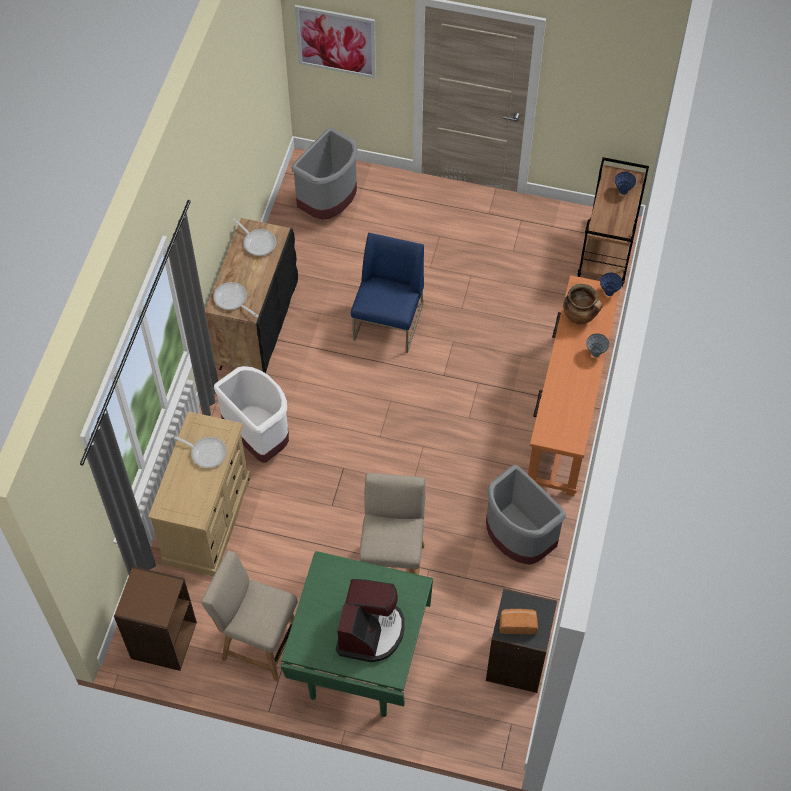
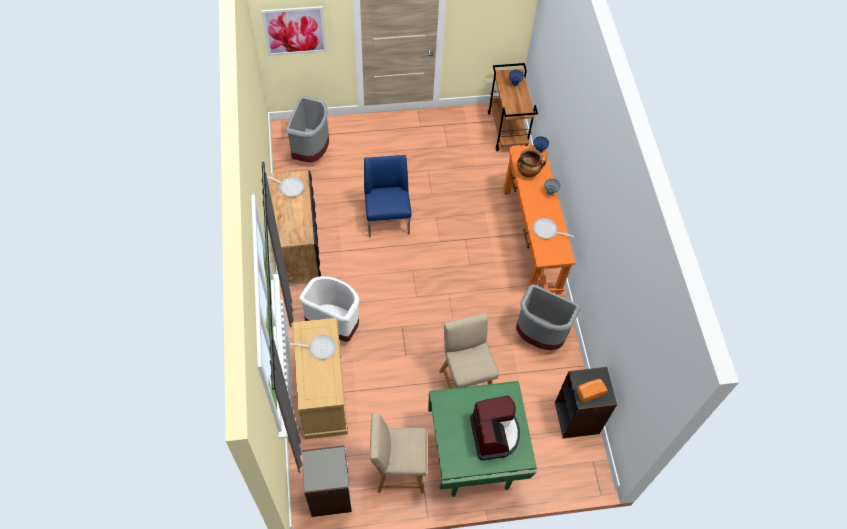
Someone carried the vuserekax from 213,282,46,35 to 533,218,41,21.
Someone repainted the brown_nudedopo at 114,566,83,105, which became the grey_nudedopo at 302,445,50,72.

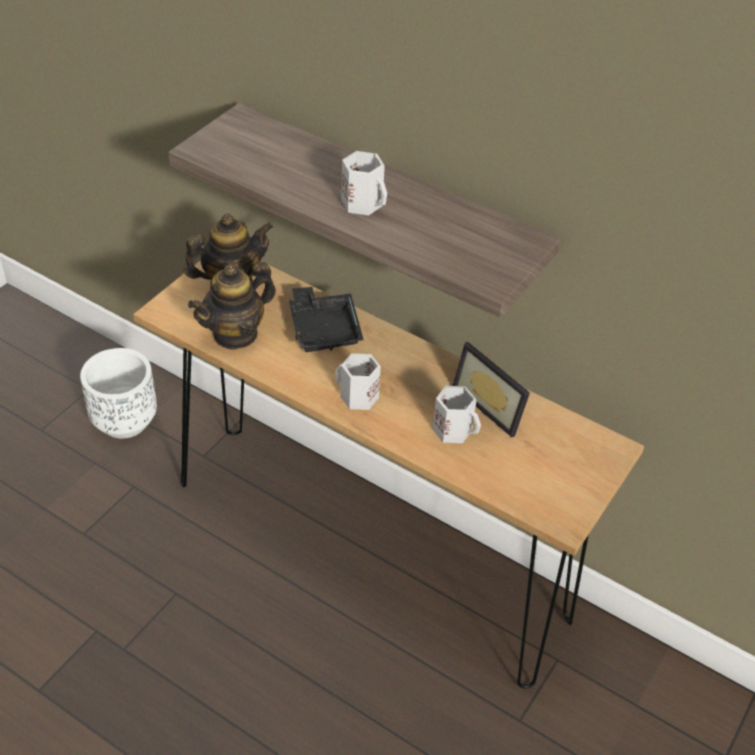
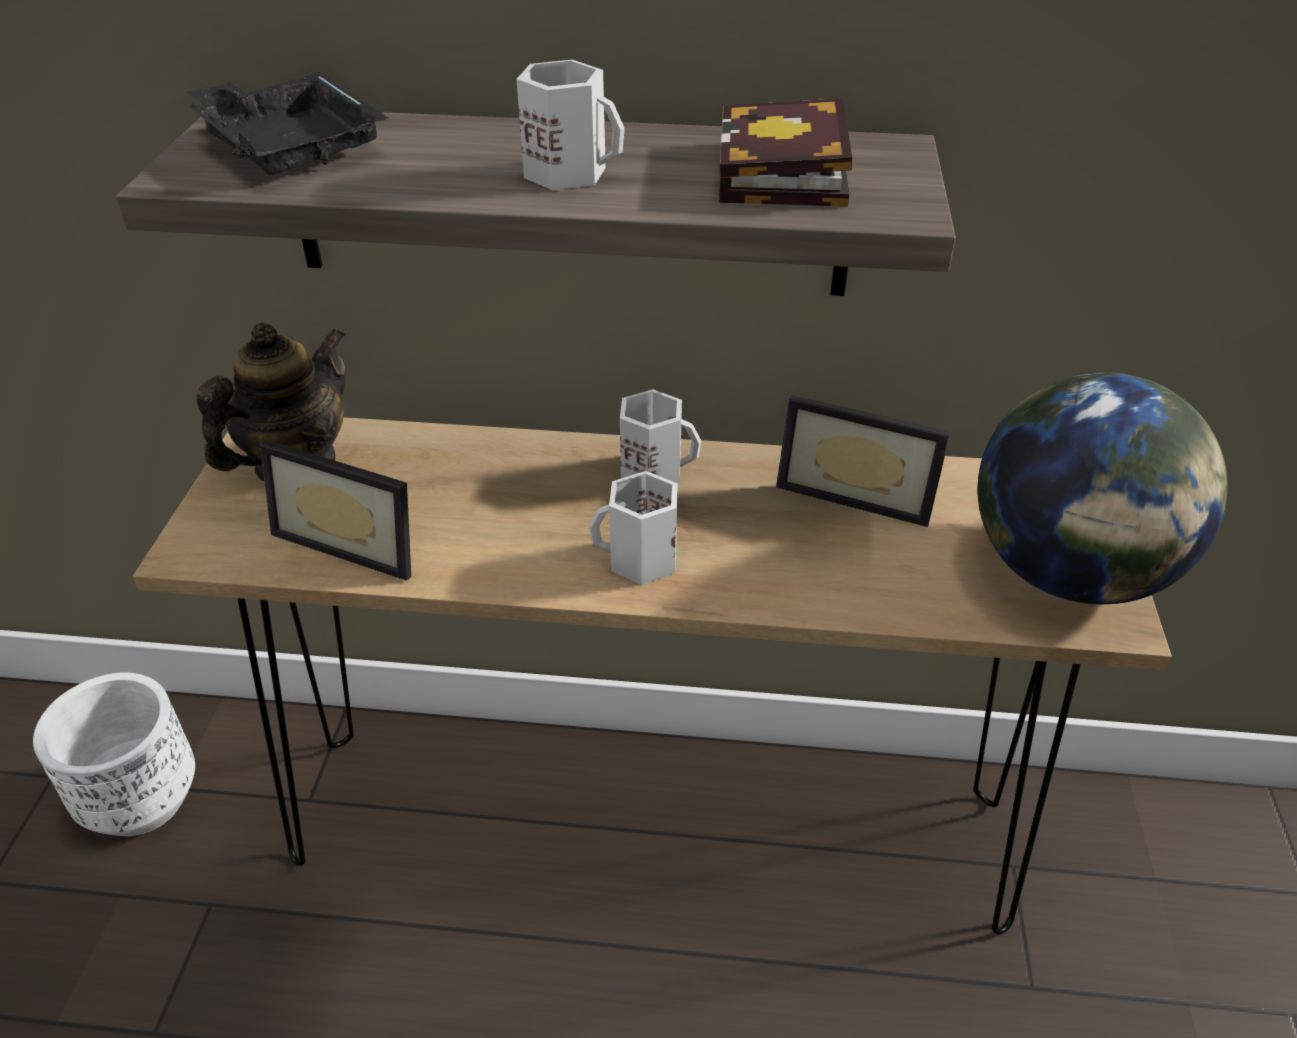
Someone put down the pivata at 719,98,133,109.
Someone put down the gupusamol at 977,372,251,232.
Someone carried the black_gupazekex from 289,287,75,65 to 187,72,202,103.
Someone carried the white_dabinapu from 432,386,49,57 to 620,389,81,95.
Someone swapped the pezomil at 188,262,88,88 for the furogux at 260,440,151,141.

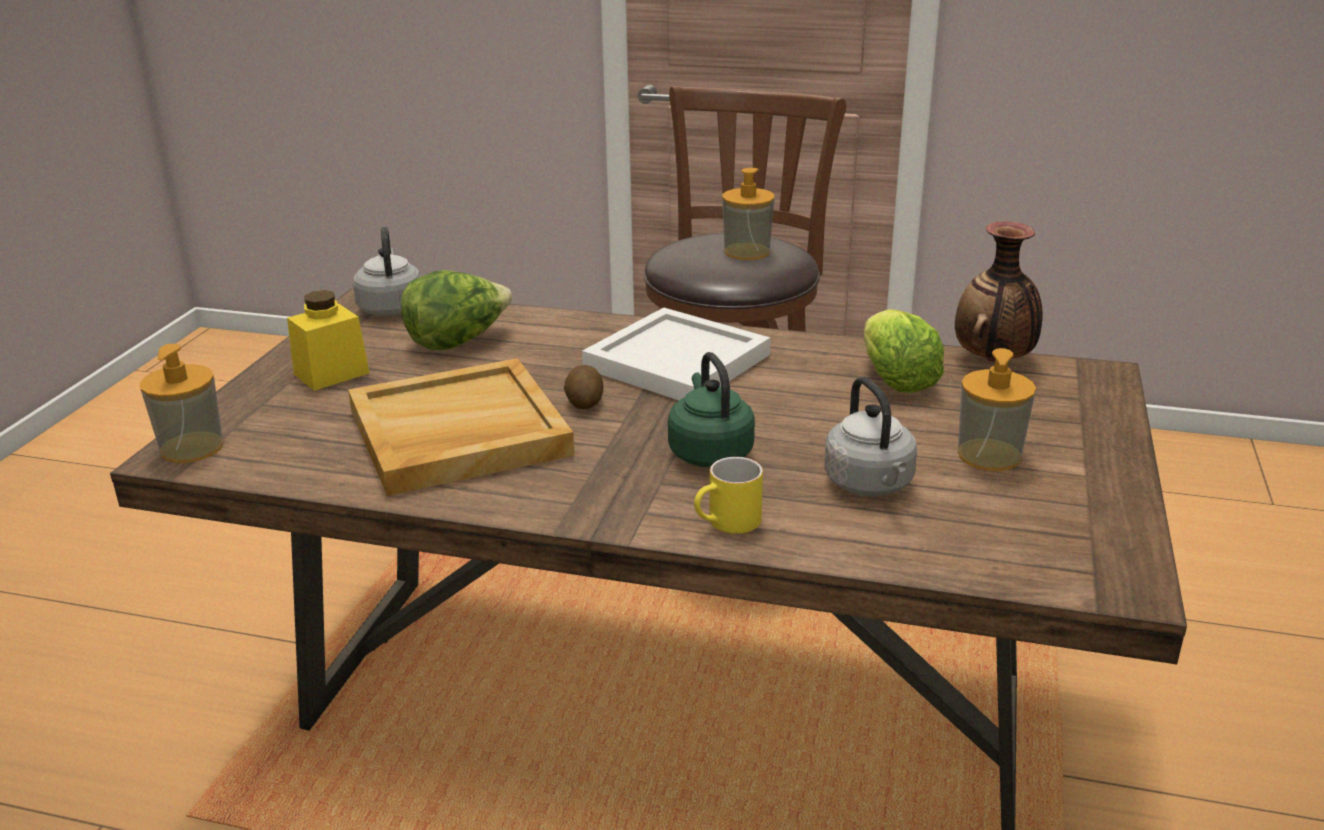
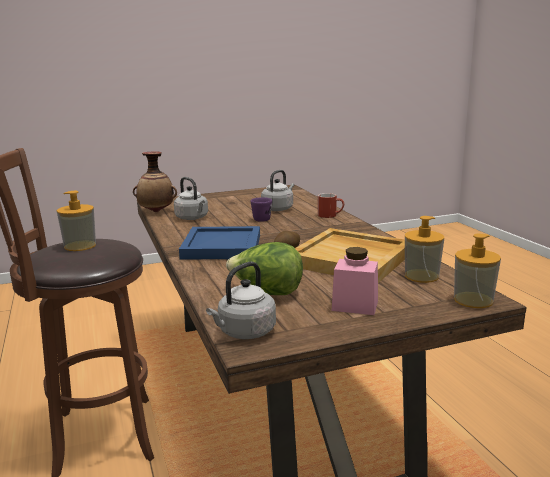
Someone took away the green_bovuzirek at 668,352,87,115.
Someone put down the purple_dabinapu at 251,197,21,25.
Someone carried the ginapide from 958,348,78,123 to 405,216,39,67.
Someone swapped the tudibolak at 864,309,80,84 for the grey_bovuzirek at 174,177,34,43.
Someone repainted the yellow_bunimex at 287,290,82,101, which became the pink_bunimex at 332,247,46,68.
Someone repainted the white_gupazekex at 582,308,188,92, which became the blue_gupazekex at 179,226,81,34.
Someone repainted the yellow_dabinapu at 694,457,69,77, which became the red_dabinapu at 318,193,26,25.

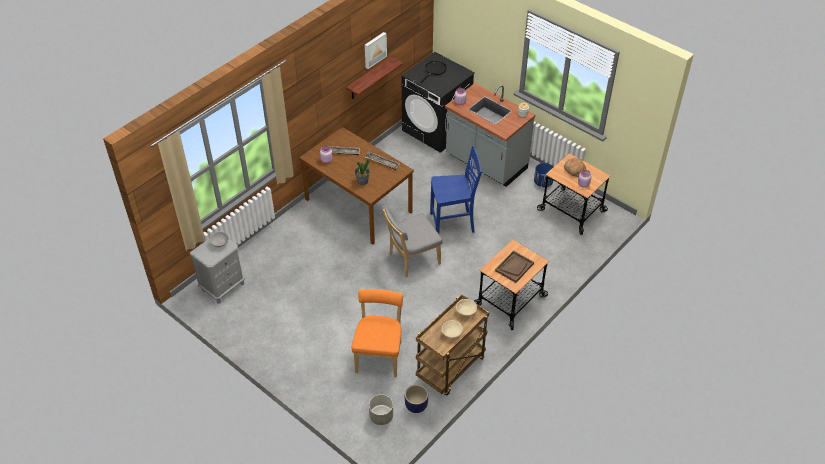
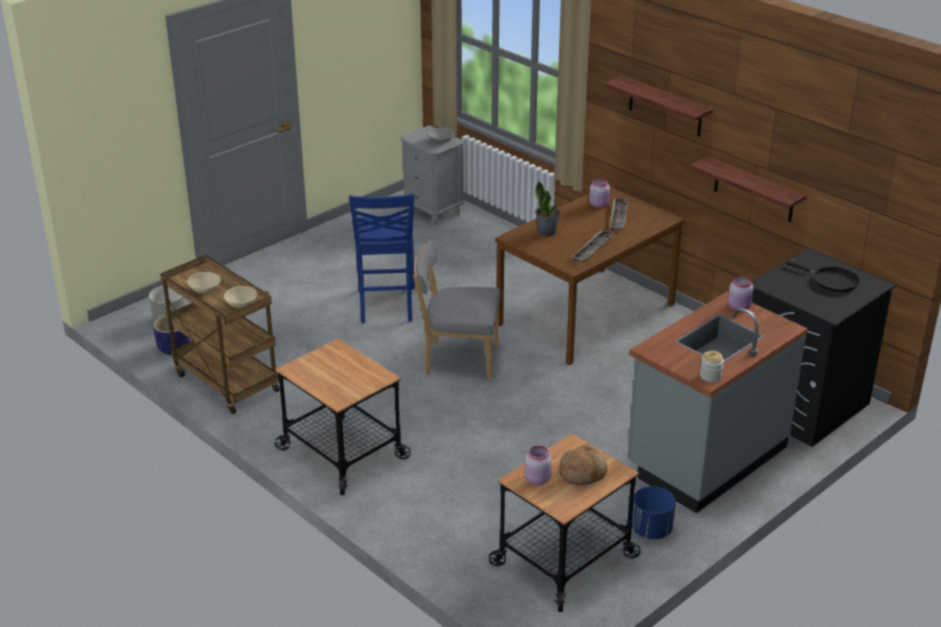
Someone took away the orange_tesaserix at 352,289,51,88.
Someone took away the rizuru at 365,32,22,37.
Someone took away the brown_gupazekex at 495,250,39,33.
Someone put up the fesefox at 604,76,109,61.
Someone carried the blue_tesaserix from 430,146,52,88 to 349,193,66,131.
Someone rotated the grey_tesaserix at 383,206,59,72 by 60 degrees counterclockwise.

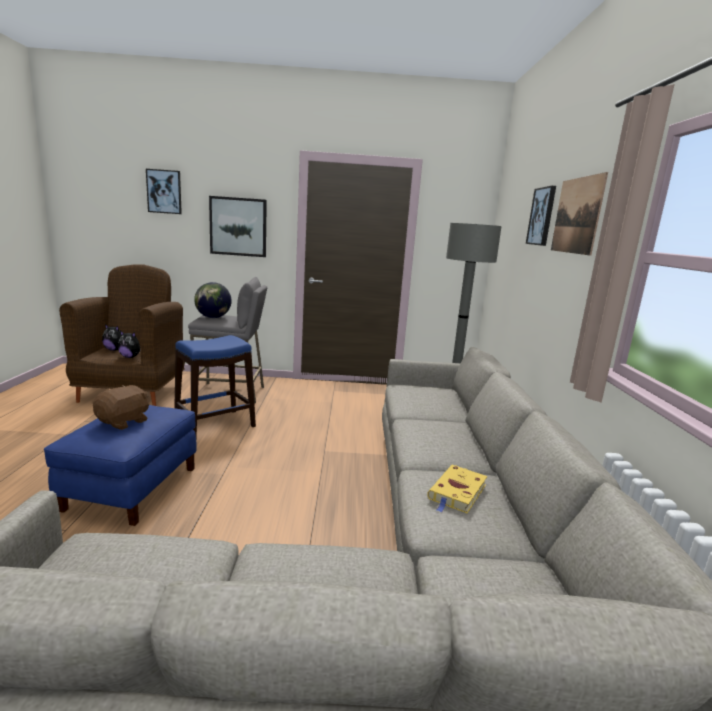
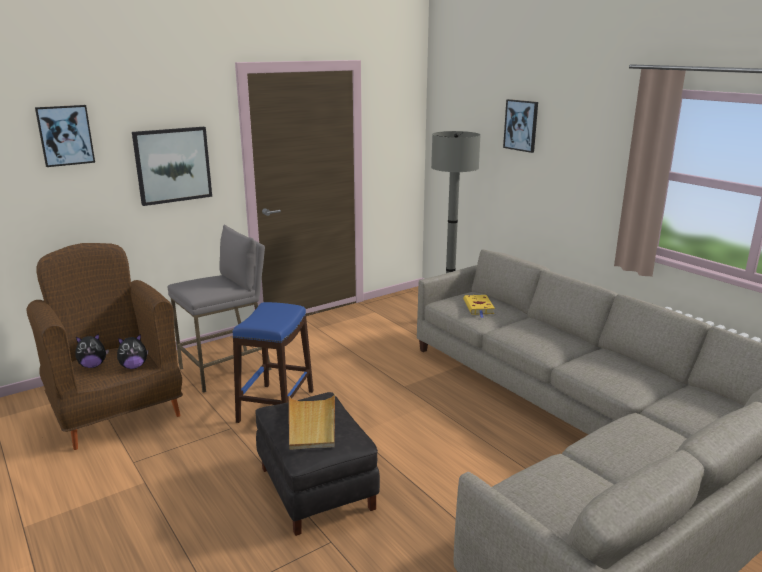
Someone took away the gupusamol at 194,282,38,36.
Someone took away the rizuru at 551,172,57,84.
Someone carried the yellow_pivata from 427,465,60,48 to 463,295,32,23.
Someone swapped the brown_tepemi at 93,385,56,45 for the beige_gupazekex at 289,393,46,57.
Someone repainted the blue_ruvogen at 44,405,153,121, which became the black_ruvogen at 255,392,125,144.

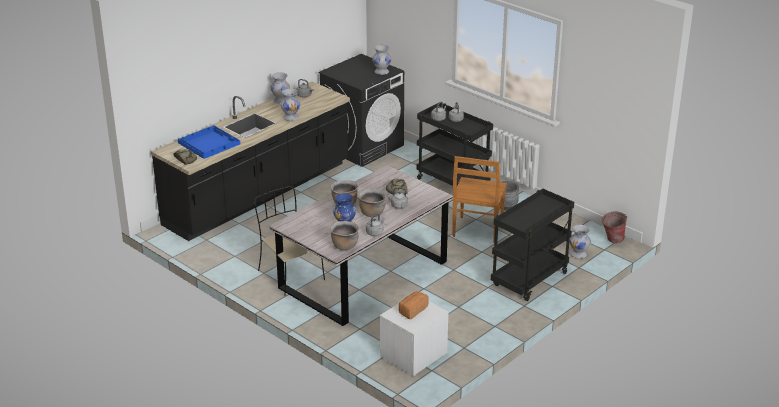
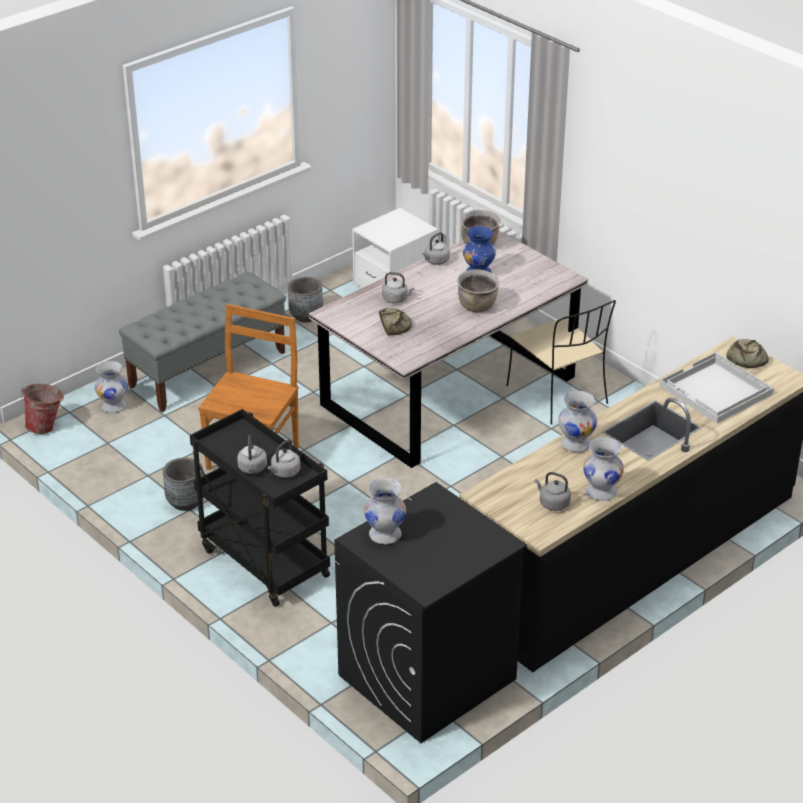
Someone took away the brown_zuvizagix at 358,189,28,28.
Someone took away the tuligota at 399,292,29,27.
Someone put down the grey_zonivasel at 288,277,35,46.
Someone swapped the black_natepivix at 491,189,83,112 for the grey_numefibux at 119,272,167,140.
Someone repainted the blue_gupazekex at 178,125,62,34, which became the white_gupazekex at 659,352,115,71.

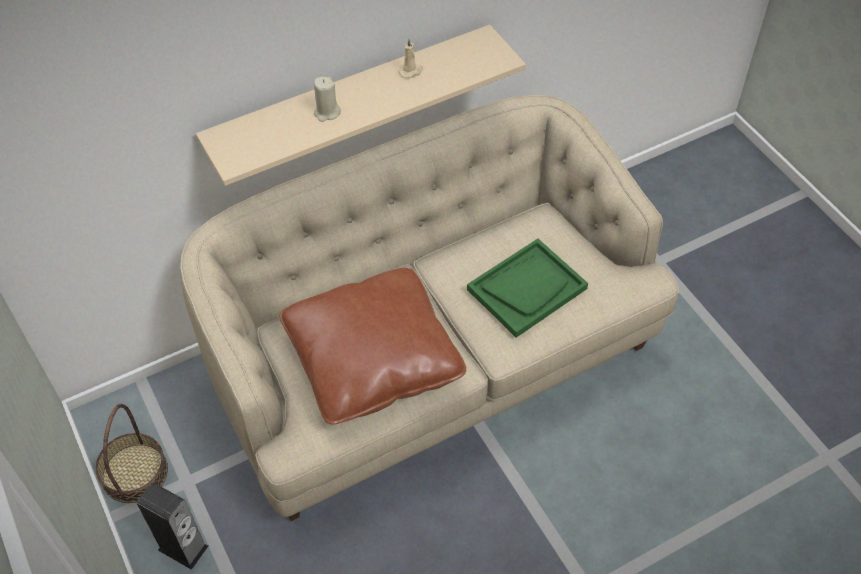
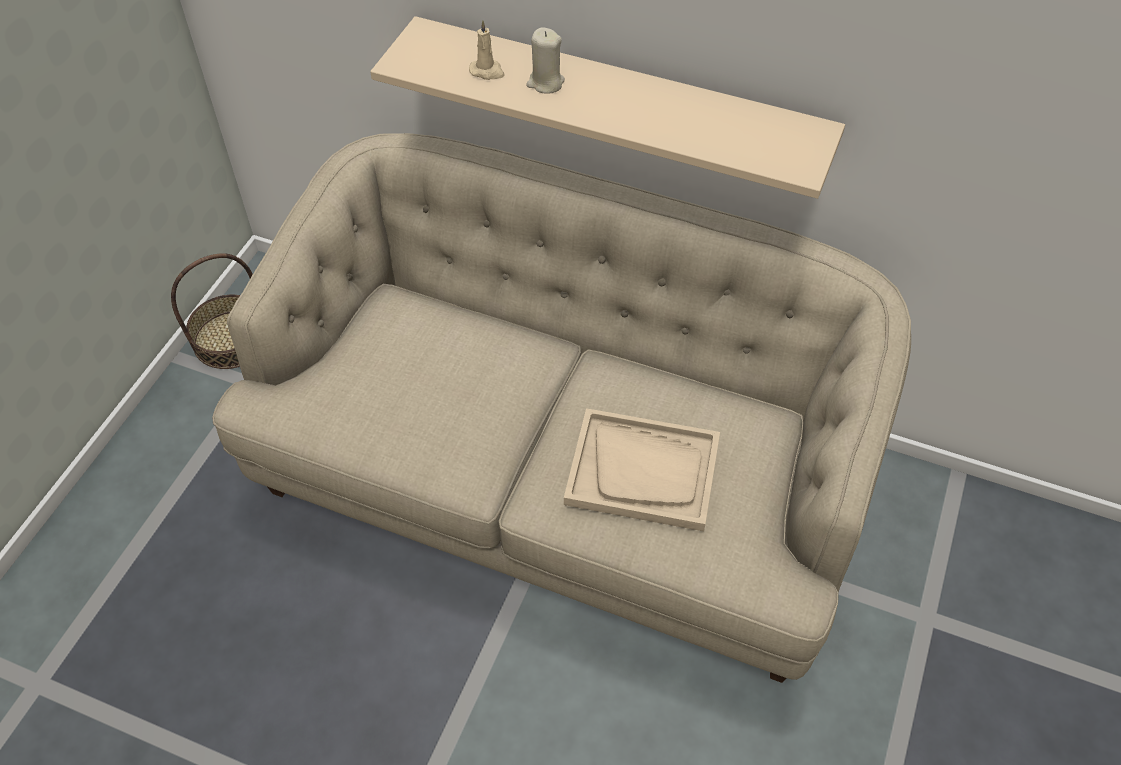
Someone took away the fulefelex at 137,482,72,88.
Someone took away the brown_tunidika at 280,268,186,156.
Someone carried the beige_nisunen from 398,39,25,39 to 469,20,36,60.
Someone repainted the green_gupazekex at 467,239,121,99, which became the beige_gupazekex at 564,408,156,123.

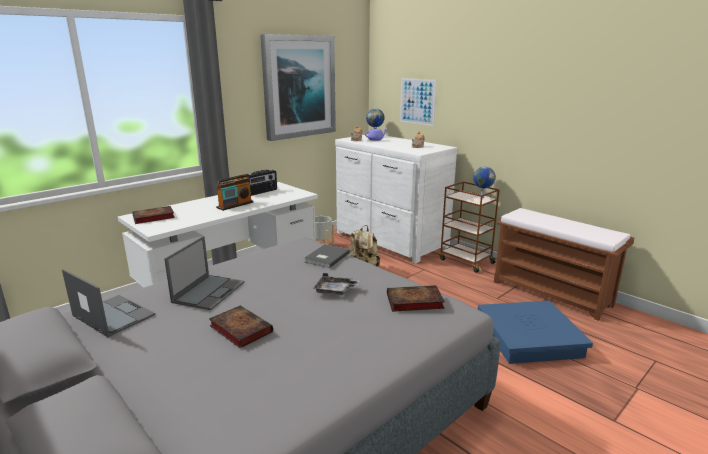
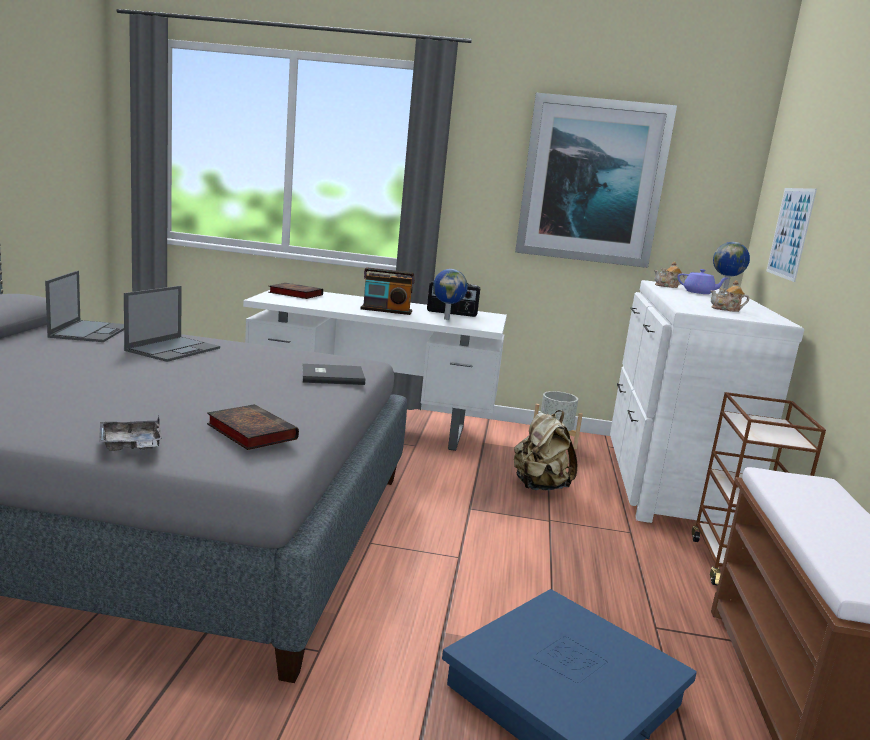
Someone took away the pivata at 209,305,64,43.
Someone carried the grey_gupazekex from 313,273,47,22 to 99,416,63,35.
Someone carried the gupusamol from 473,167,23,31 to 433,269,35,51.
Someone rotated the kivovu at 164,236,81,74 by 45 degrees counterclockwise.

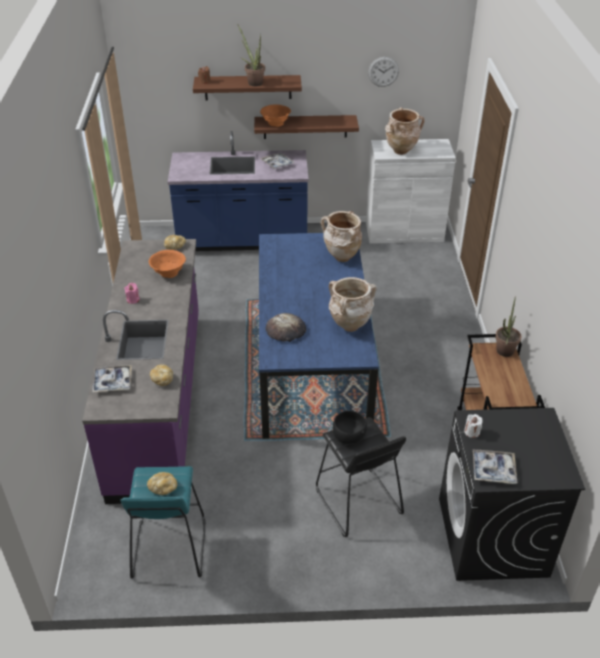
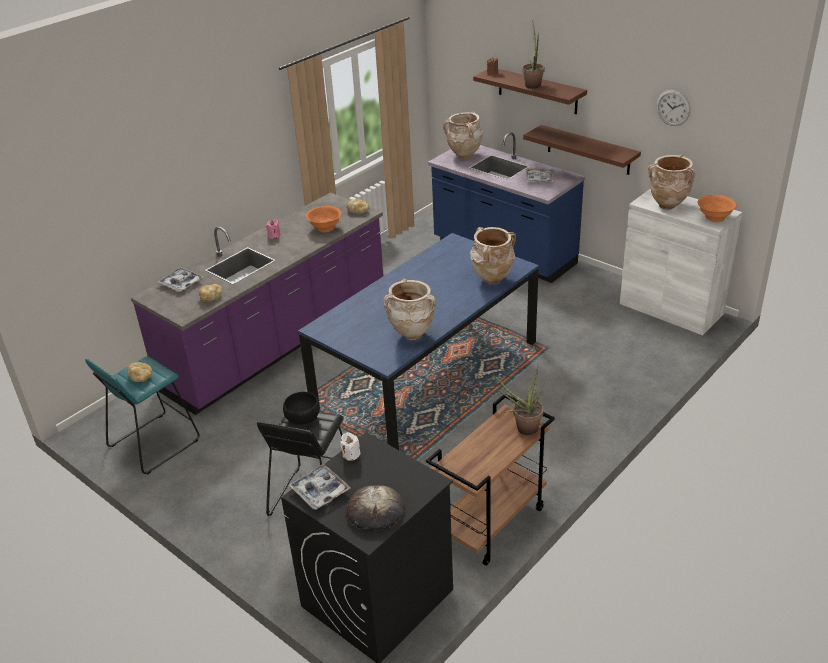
Someone put down the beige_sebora at 443,112,40,47.
Someone carried the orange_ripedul from 260,104,31,23 to 697,195,40,27.
Someone carried the tuligota from 266,313,40,29 to 346,485,59,45.

